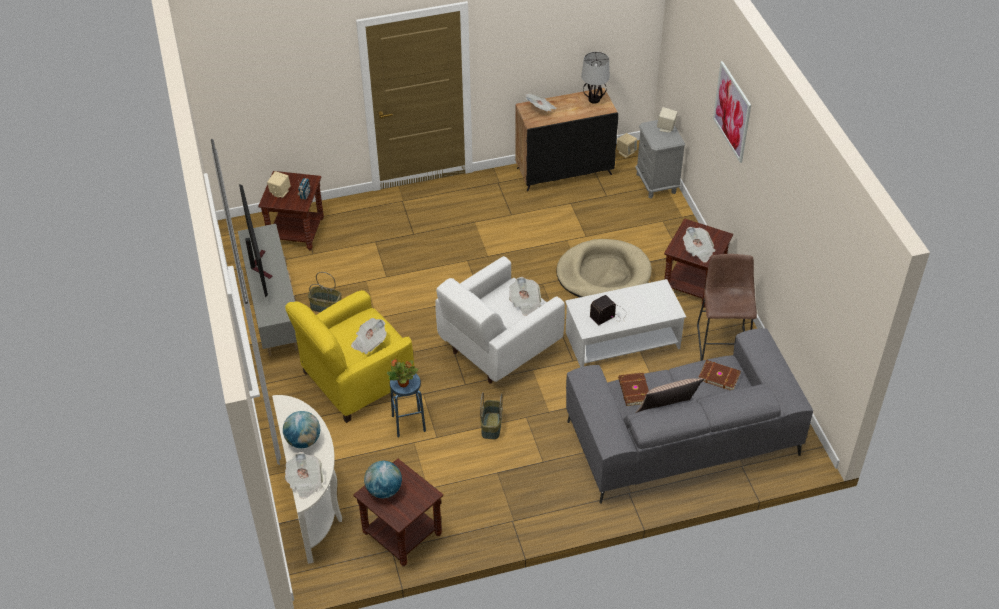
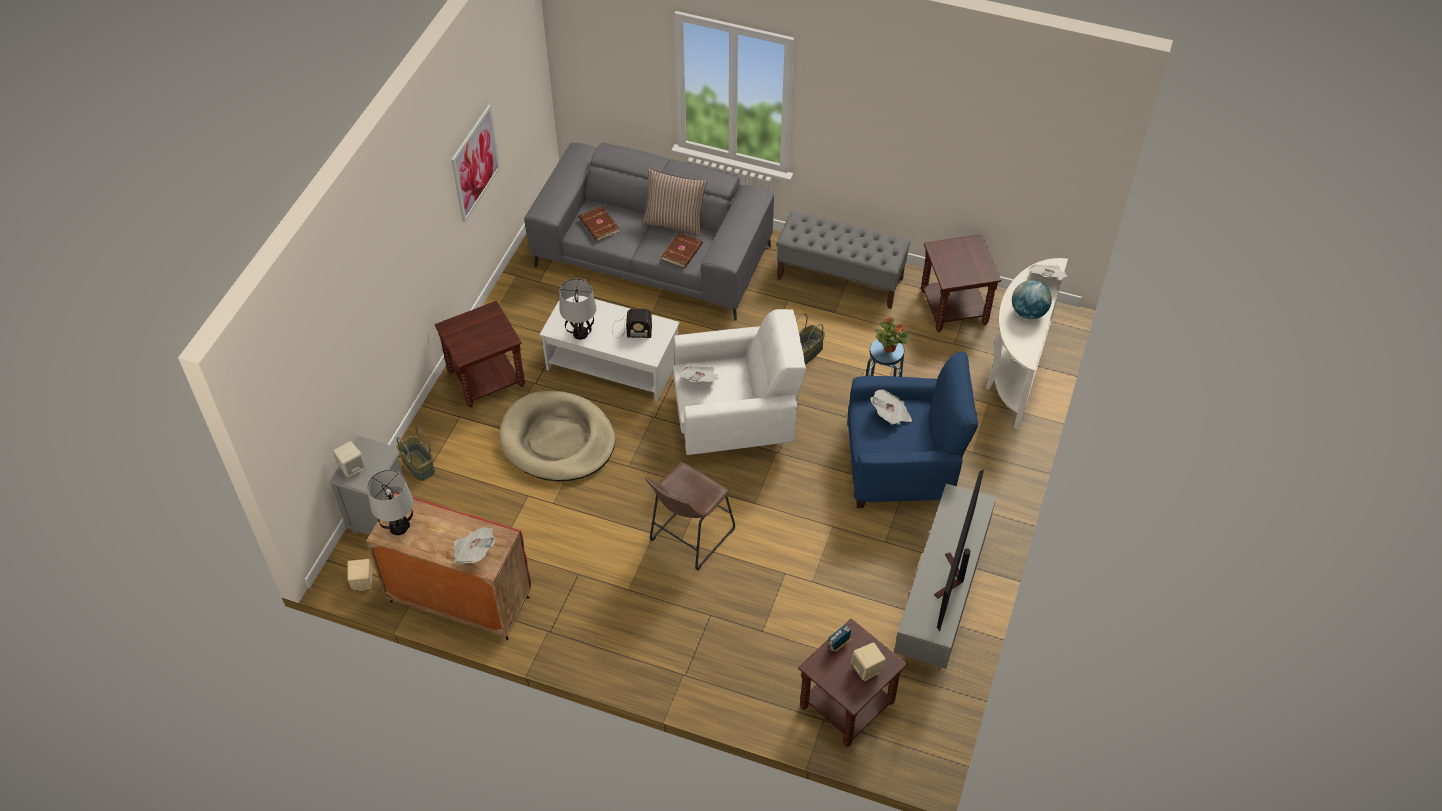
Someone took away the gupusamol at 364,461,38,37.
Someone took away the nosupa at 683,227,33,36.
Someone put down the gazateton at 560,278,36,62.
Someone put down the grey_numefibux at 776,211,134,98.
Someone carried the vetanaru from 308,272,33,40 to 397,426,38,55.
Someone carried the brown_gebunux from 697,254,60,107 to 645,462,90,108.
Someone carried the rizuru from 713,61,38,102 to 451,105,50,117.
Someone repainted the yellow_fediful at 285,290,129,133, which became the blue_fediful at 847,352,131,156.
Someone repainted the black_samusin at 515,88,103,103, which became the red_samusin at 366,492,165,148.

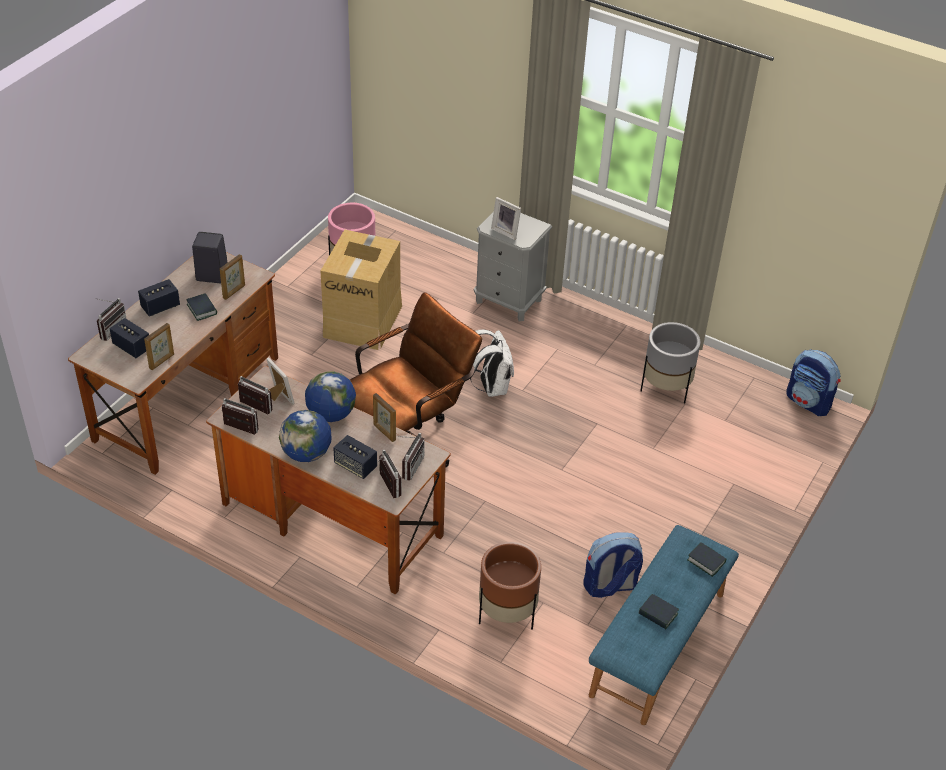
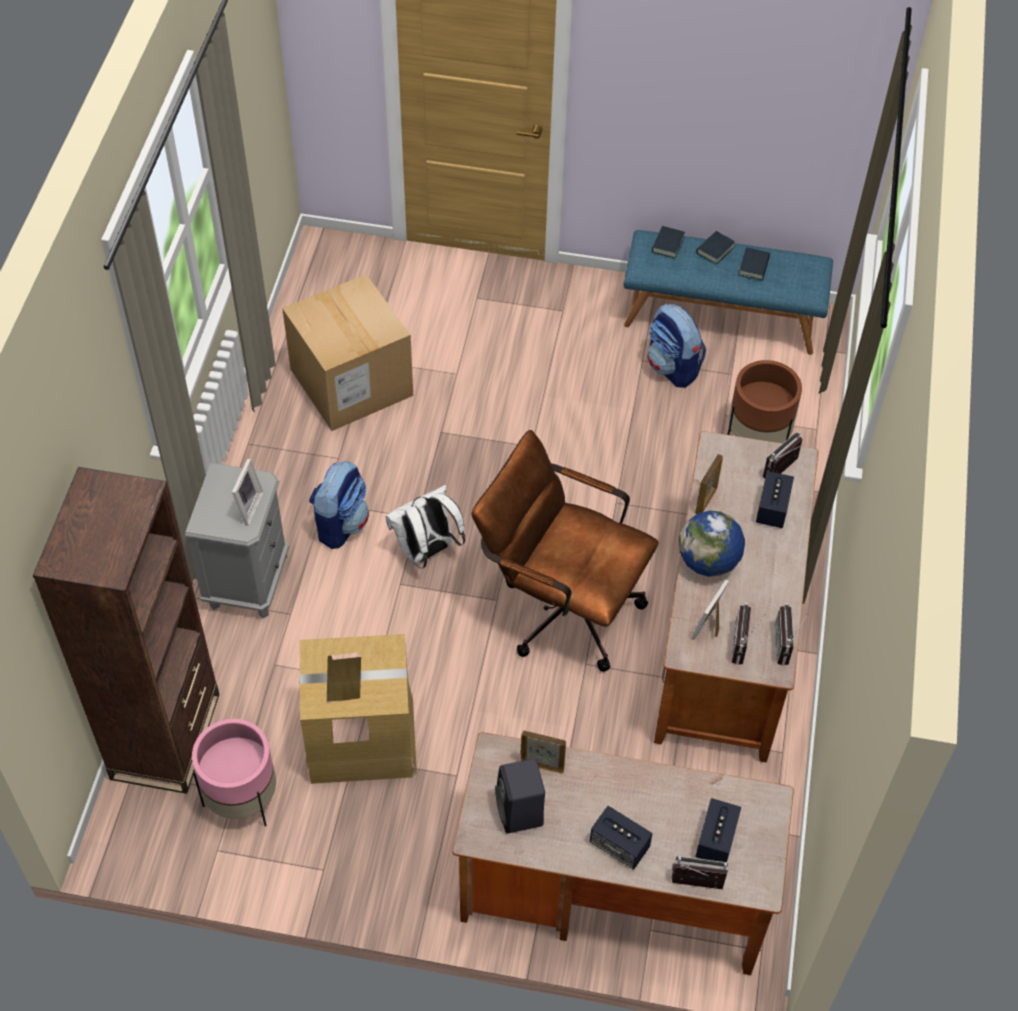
Someone took away the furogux at 144,323,30,47.
Someone took away the gupusamol at 279,410,53,52.
Someone took away the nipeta at 398,433,27,47.
Someone put down the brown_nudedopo at 33,467,187,327.
Someone carried the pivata from 186,293,31,28 to 696,231,39,34.
Someone carried the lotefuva from 786,350,55,66 to 309,461,60,88.
Someone swapped the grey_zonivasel at 640,322,61,82 for the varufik at 282,274,131,157.

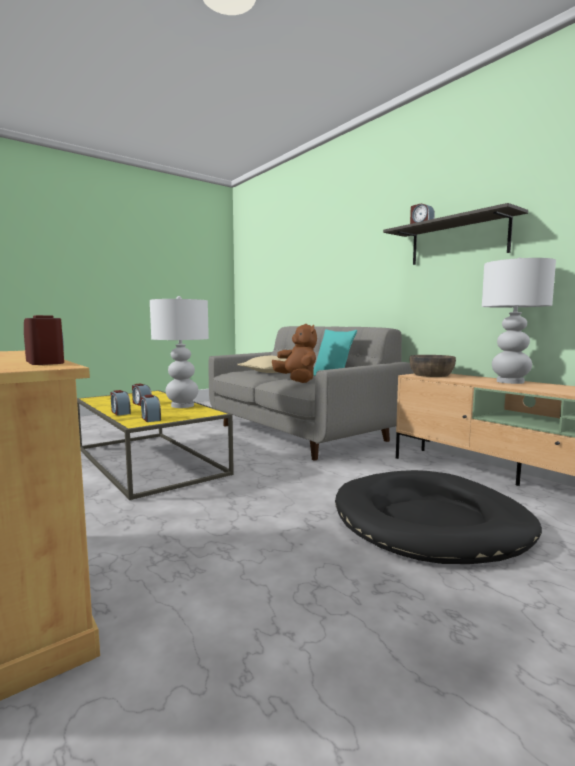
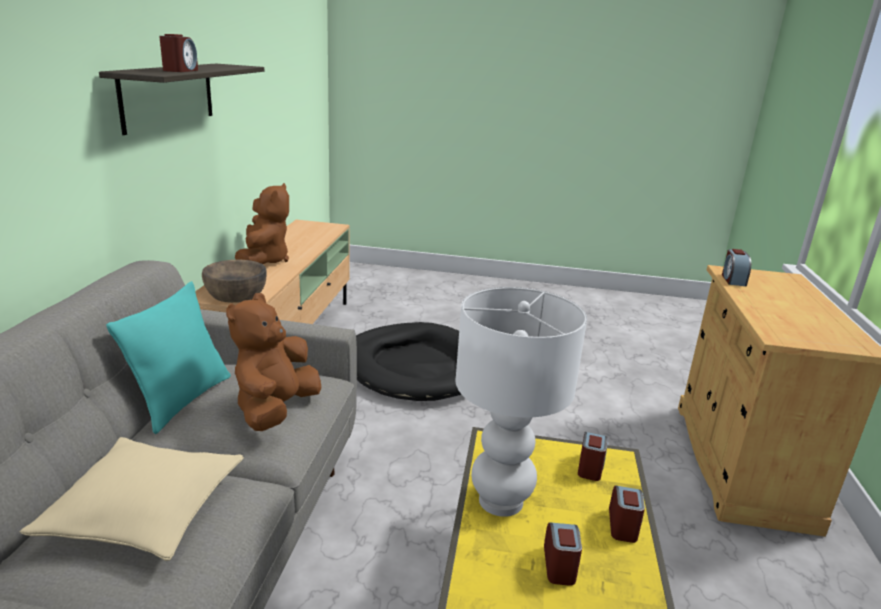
Someone swapped the white_gazateton at 482,257,74,127 for the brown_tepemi at 235,183,54,81.

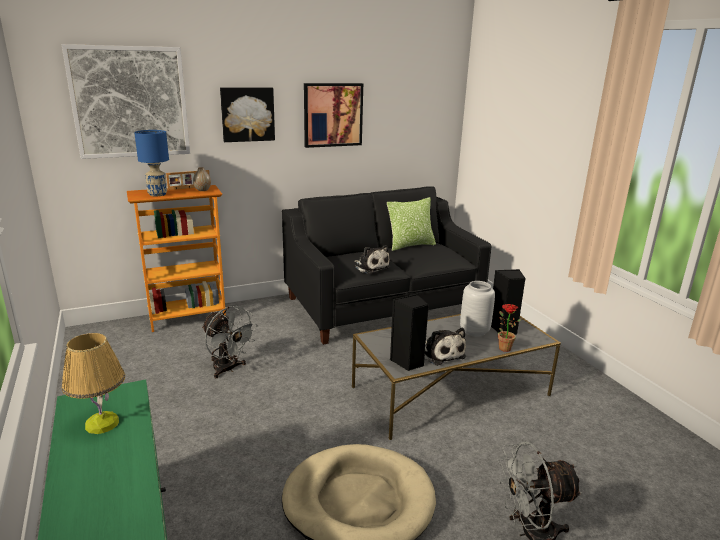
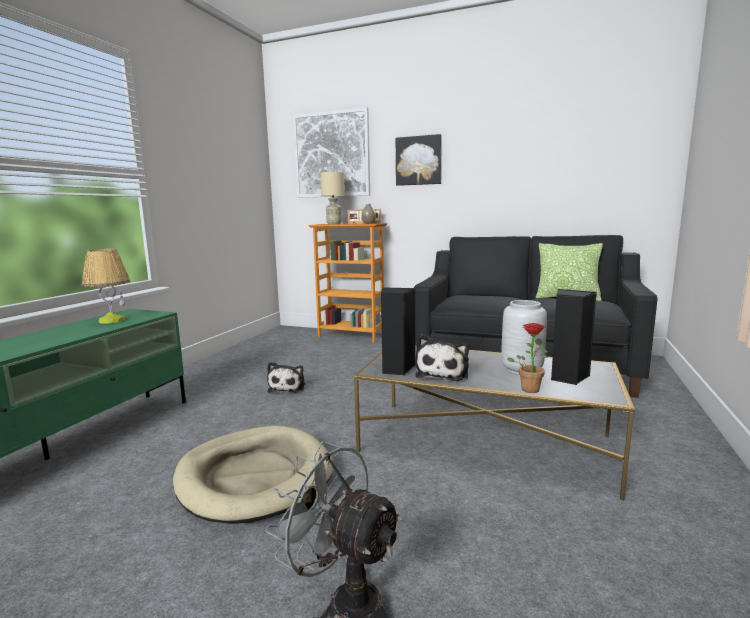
Someone took away the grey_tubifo at 202,306,56,72.
Someone took away the rizuru at 304,83,59,65.
Someone carried the tepemi from 354,245,36,29 to 267,362,38,31.
Someone repainted the blue_gazateton at 134,130,35,66, which became the beige_gazateton at 320,172,25,52.

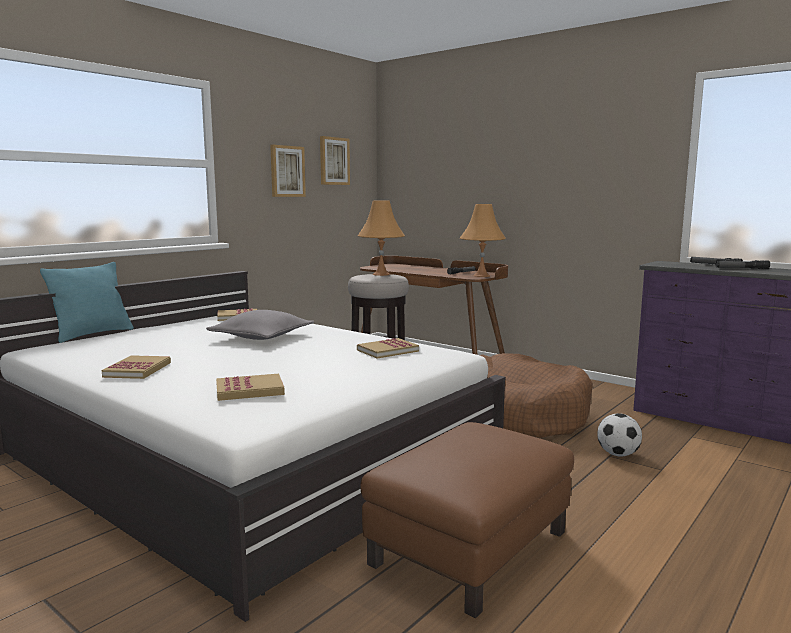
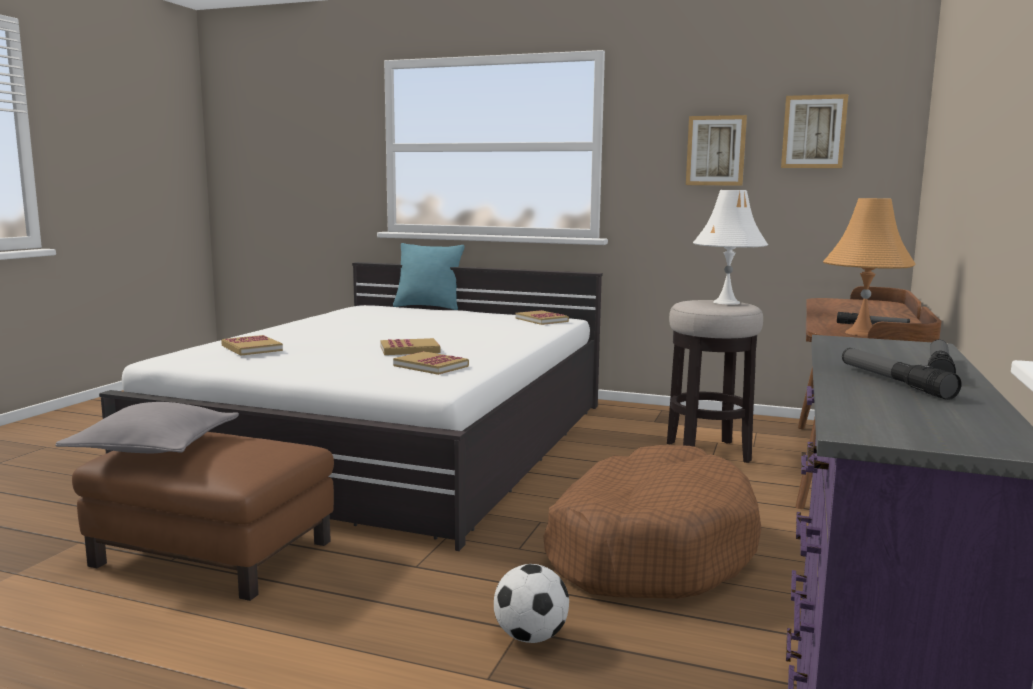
Someone carried the pivata from 102,355,69,24 to 380,338,60,17.
Someone carried the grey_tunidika from 206,310,108,30 to 55,402,184,51.
Someone repainted the orange_gazateton at 358,200,47,76, which became the white_gazateton at 693,190,75,115.

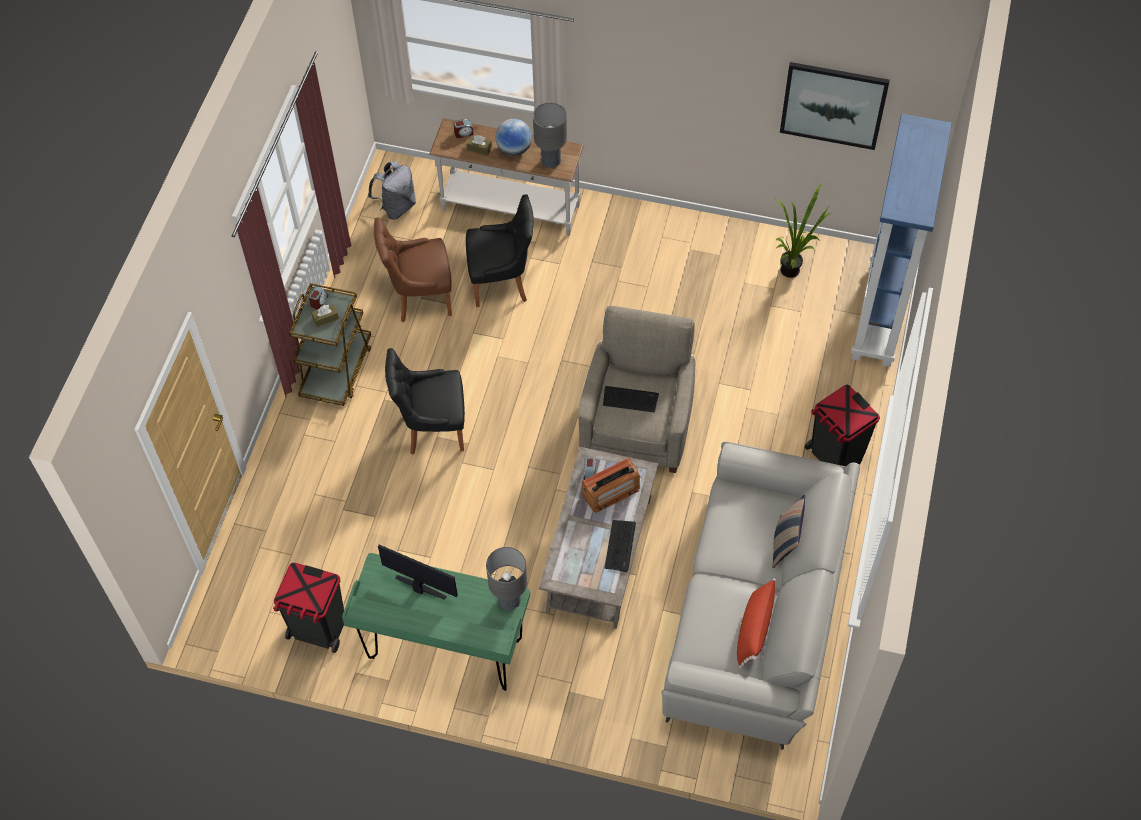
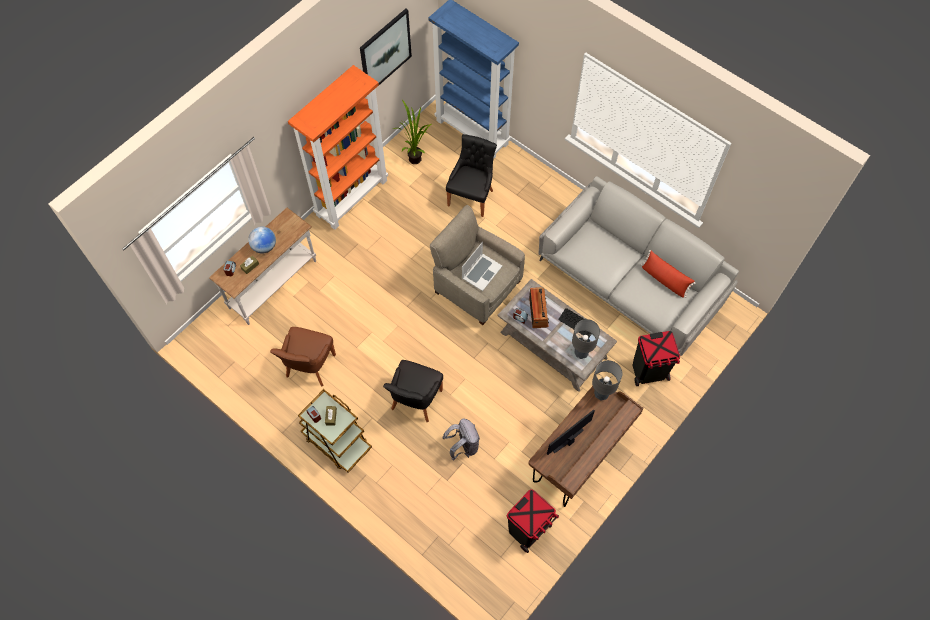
Someone took away the tunidika at 772,494,33,74.
Someone put down the orange_nudedopo at 288,65,100,165.
Someone carried the grey_lotefuva from 368,161,48,59 to 443,419,37,41.
Someone carried the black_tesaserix from 466,194,68,113 to 446,134,51,83.
Someone carried the grey_gazateton from 533,103,34,66 to 572,319,28,40.
Someone carried the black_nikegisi from 805,384,75,82 to 633,331,47,55.
Someone swapped the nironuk at 603,386,56,27 for the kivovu at 462,242,40,49.
Someone repainted the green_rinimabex at 342,553,188,138, which became the brown_rinimabex at 528,386,116,121.

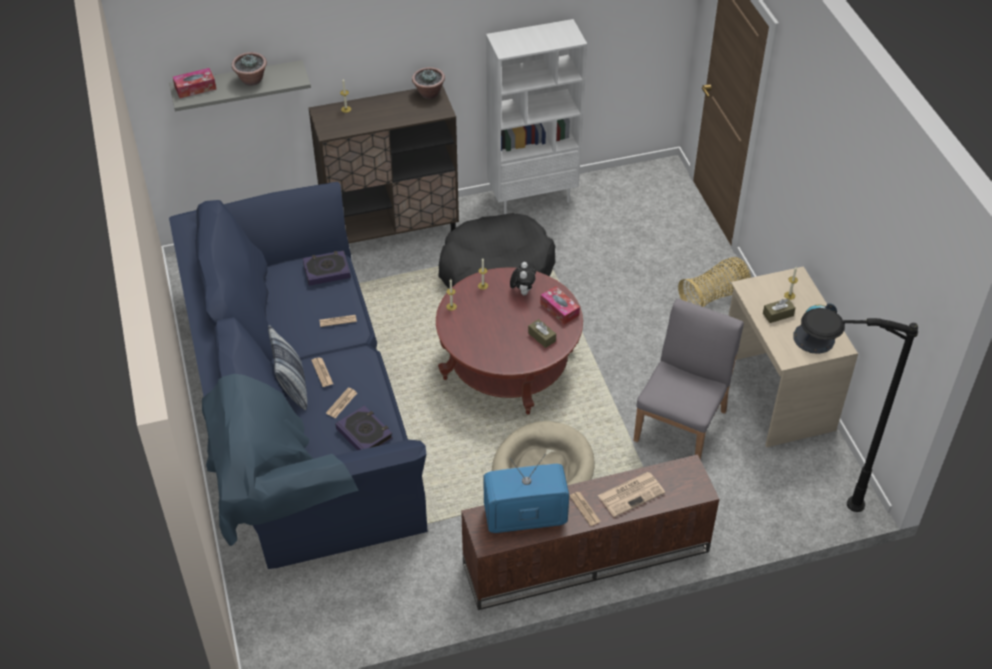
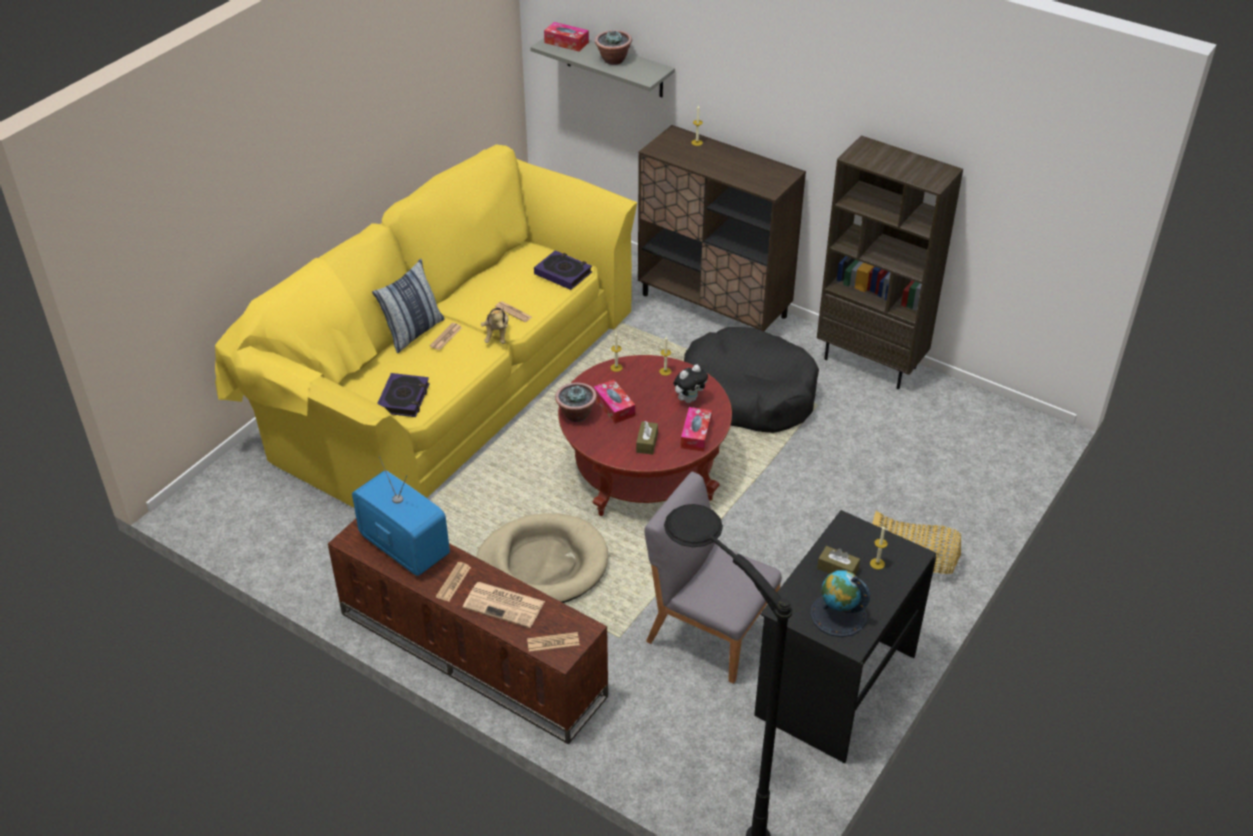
Someone put down the tepemi at 481,307,28,37.
Someone put down the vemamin at 594,379,41,45.
Someone carried the nosupa from 326,388,31,30 to 527,632,52,20.
Someone carried the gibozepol from 412,67,33,32 to 555,382,42,40.
Someone repainted the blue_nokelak at 169,182,258,387, which became the yellow_nokelak at 215,144,422,364.
Someone repainted the white_nudedopo at 486,19,101,195, which became the brown_nudedopo at 817,135,146,254.
Someone repainted the beige_rinimabex at 729,267,129,180, which became the black_rinimabex at 754,510,182,253.
Someone rotated the grey_tesaserix at 634,299,110,161 by 135 degrees counterclockwise.

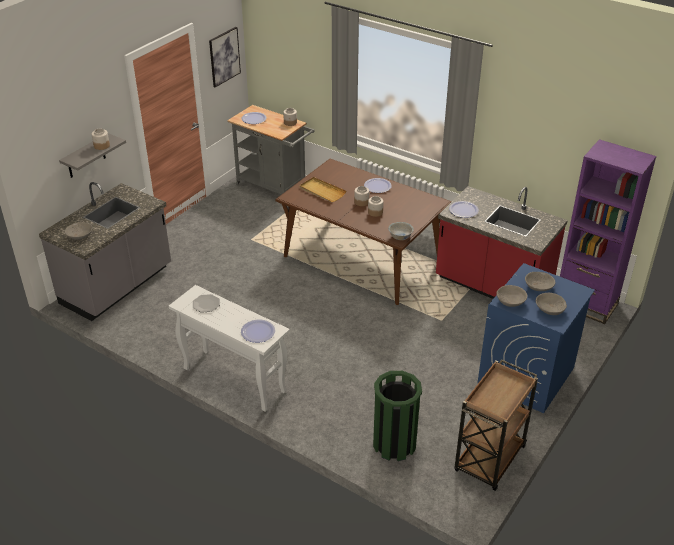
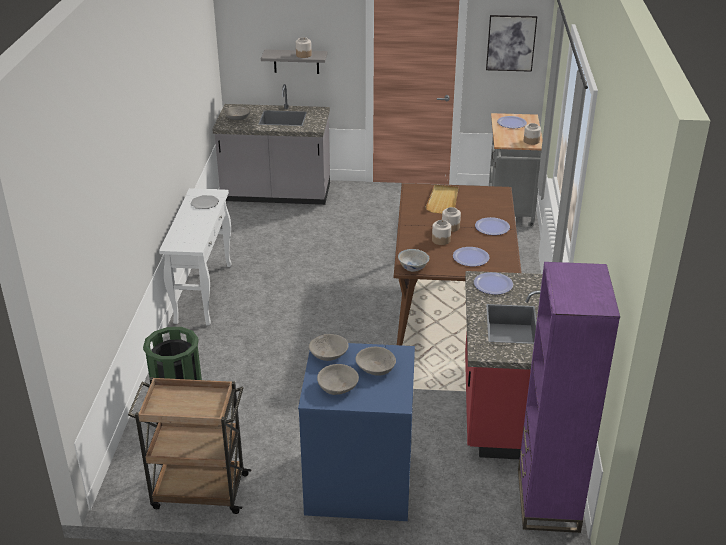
Someone carried the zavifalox from 241,320,34,23 to 453,247,37,19.

